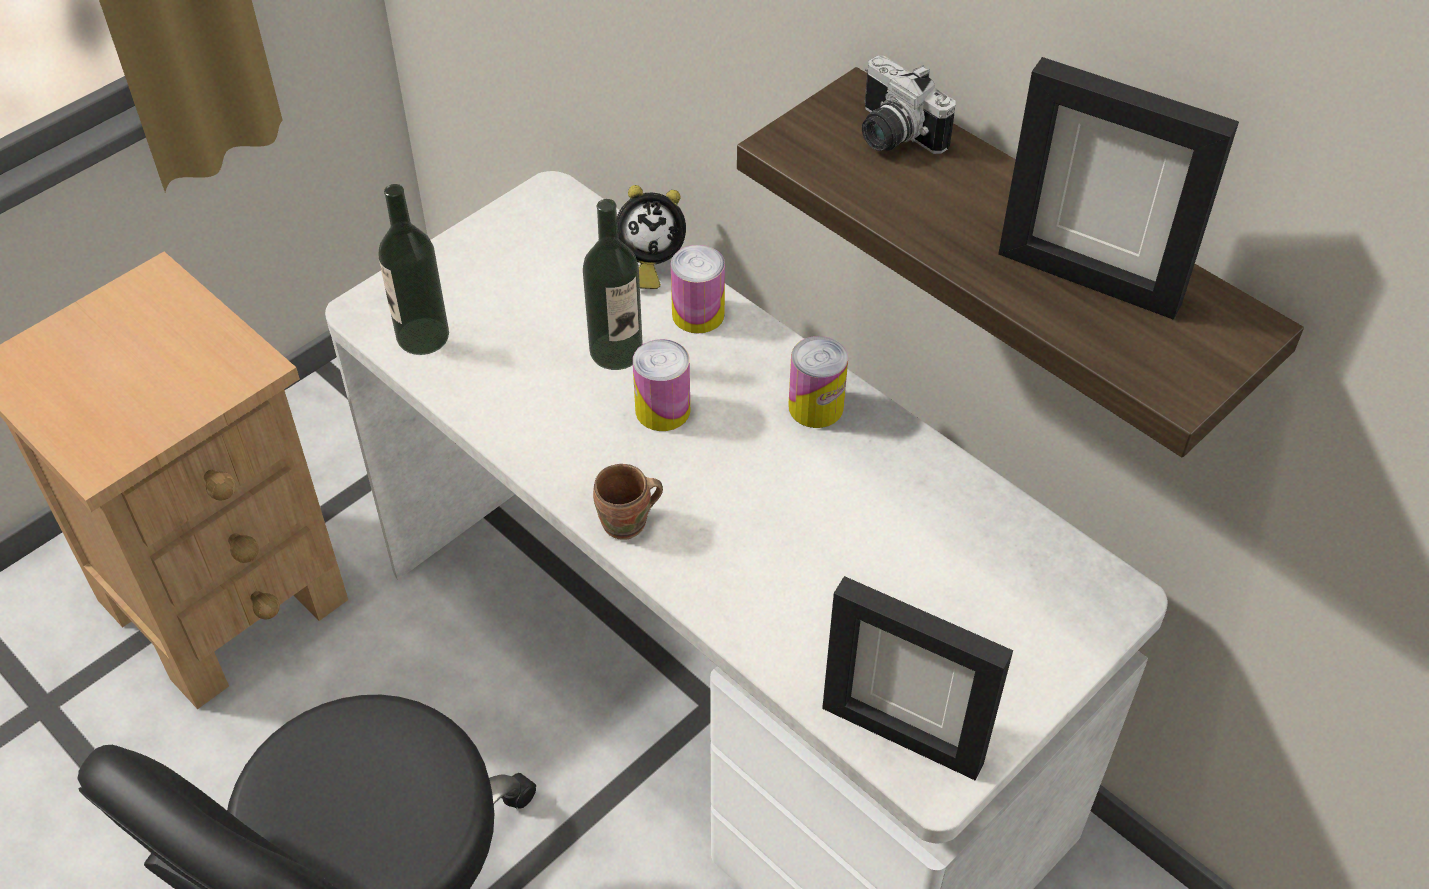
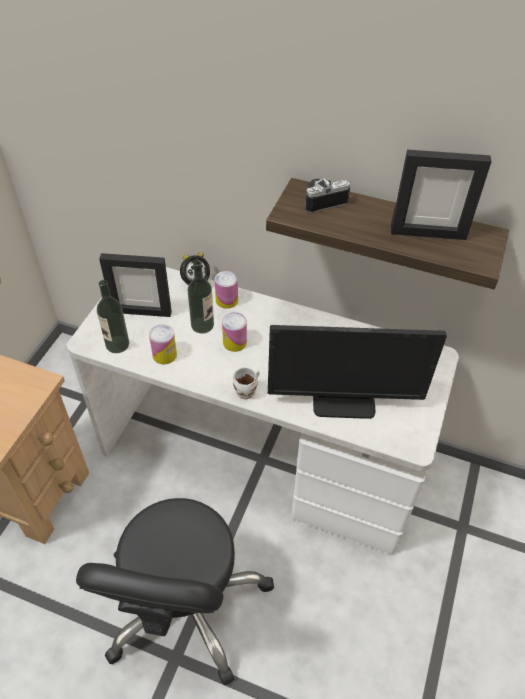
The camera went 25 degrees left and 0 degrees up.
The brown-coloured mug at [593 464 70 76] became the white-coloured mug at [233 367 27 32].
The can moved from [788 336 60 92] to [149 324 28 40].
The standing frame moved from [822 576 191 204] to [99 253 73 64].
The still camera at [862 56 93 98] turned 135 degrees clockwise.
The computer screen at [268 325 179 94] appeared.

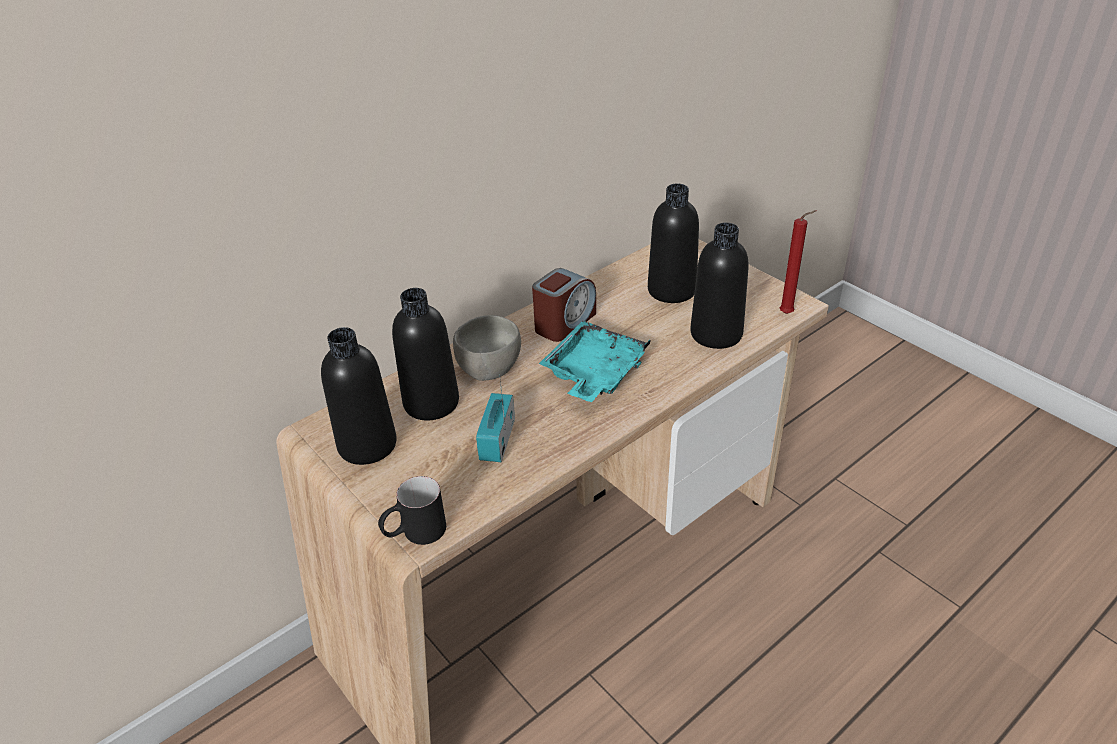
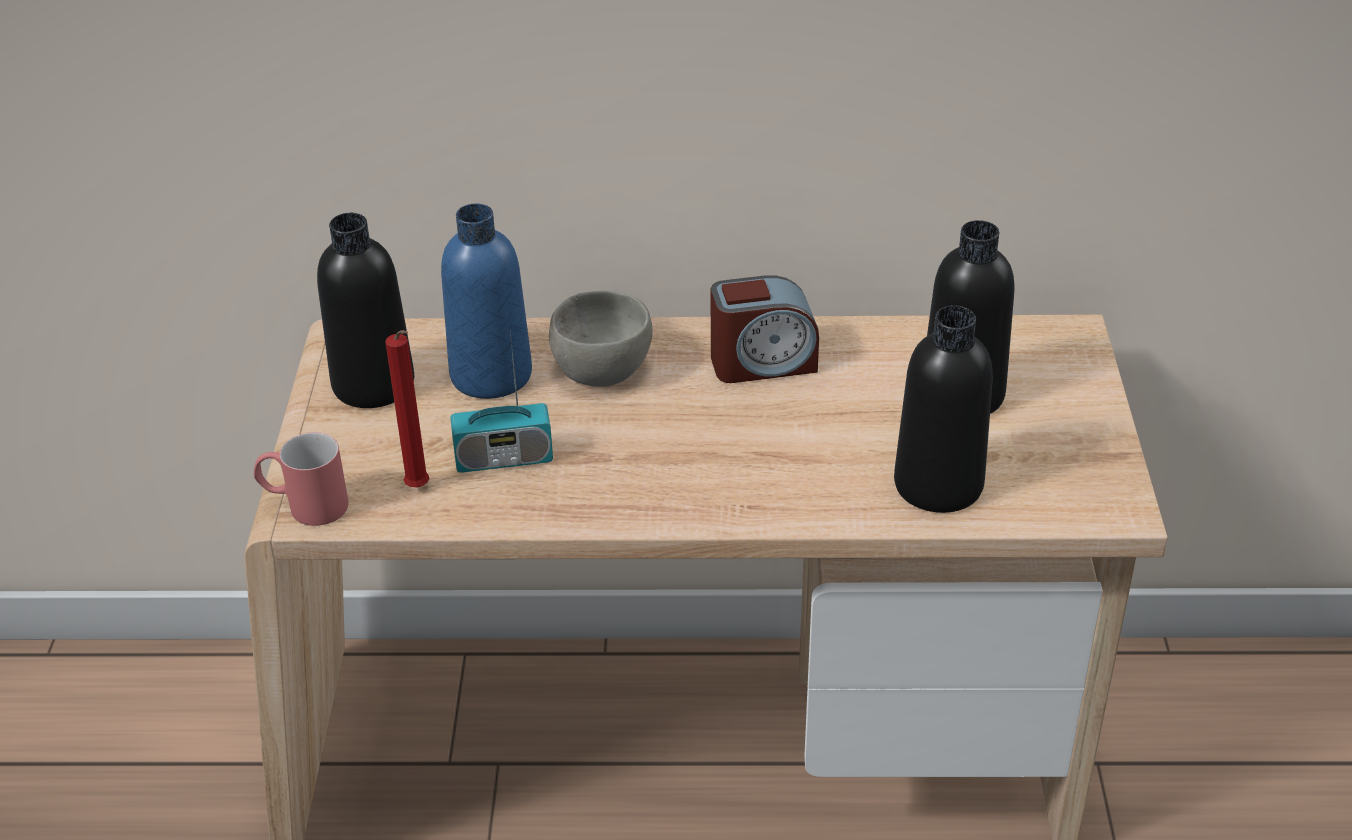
The camera went 40 degrees right and 0 degrees up.
The blackish mug at [378 476 68 69] became the reddish mug at [254 432 95 94].
The blackish beverage bottle at [392 288 67 132] became the blue-coloured beverage bottle at [441 204 91 195].
The radio at [476 374 39 88] turned 150 degrees counterclockwise.
The turquoise-coloured tray at [539 321 112 81] disappeared.
The reddish wax candle moved from [780 210 36 104] to [385 330 44 157].

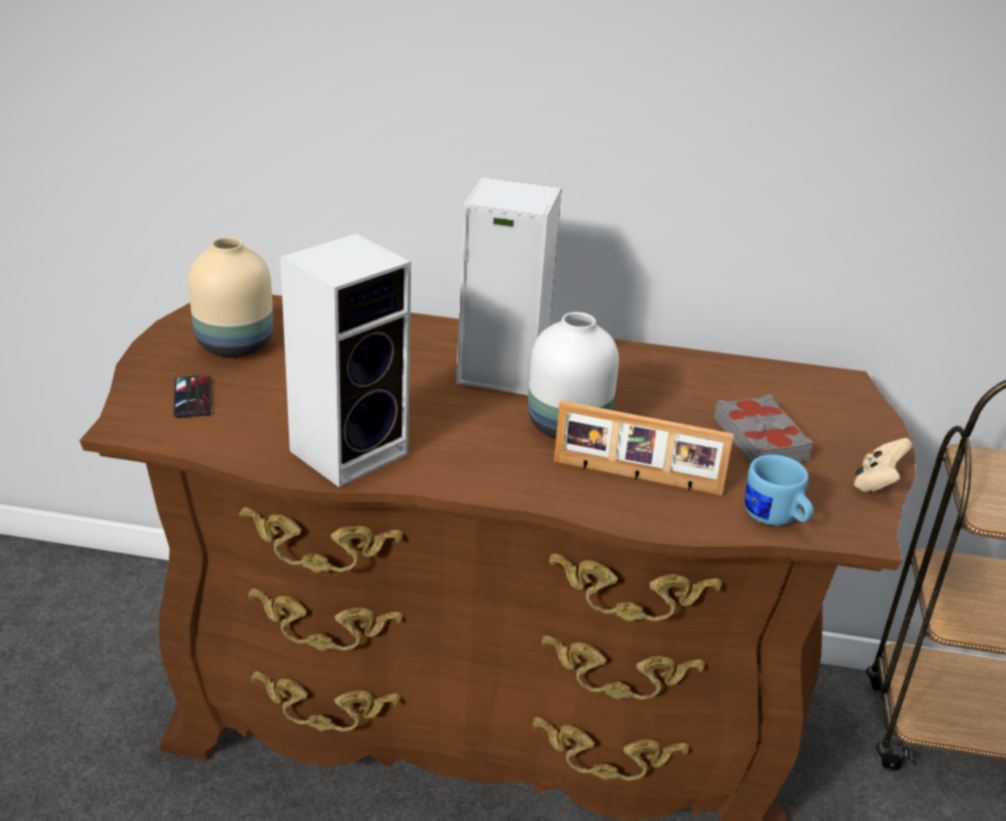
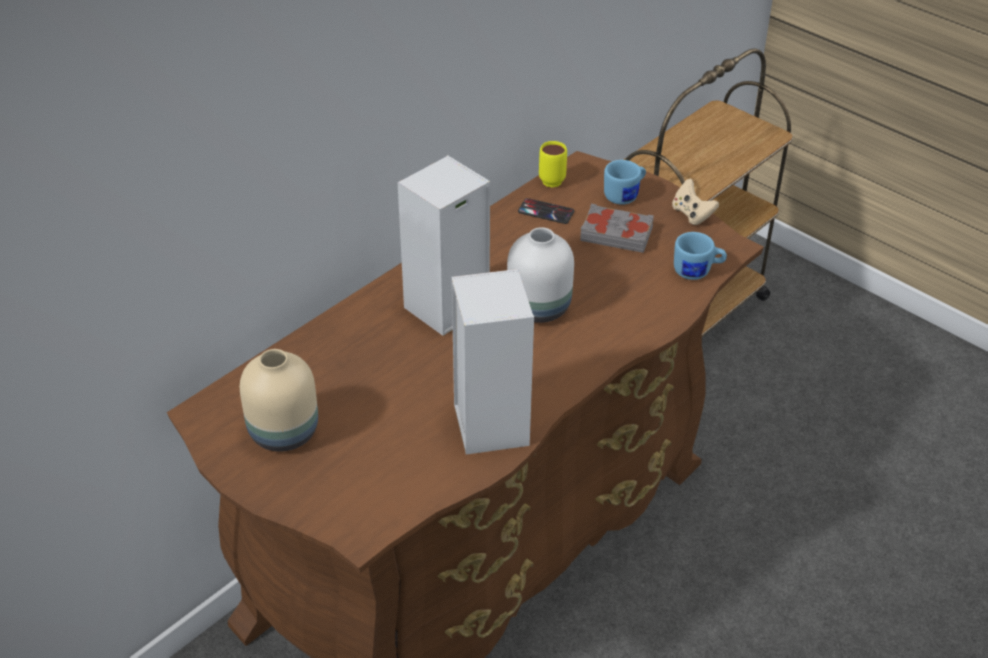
The camera went 55 degrees left and 10 degrees up.
The phone moved from [174 375 37 43] to [518 198 56 26].
The standing frame at [554 401 180 95] disappeared.
The yellow-coloured mug at [539 141 28 47] appeared.
The blue-coloured mug at [604 160 42 45] appeared.

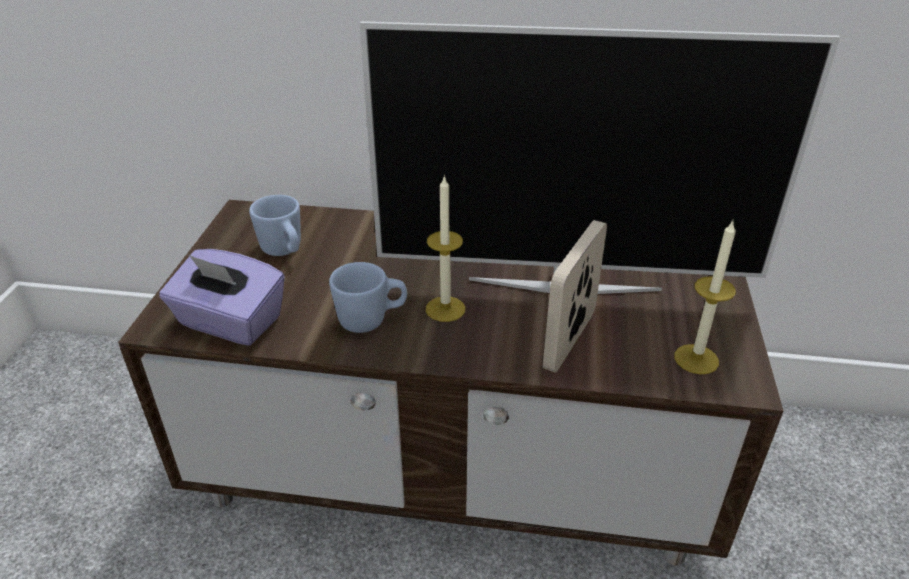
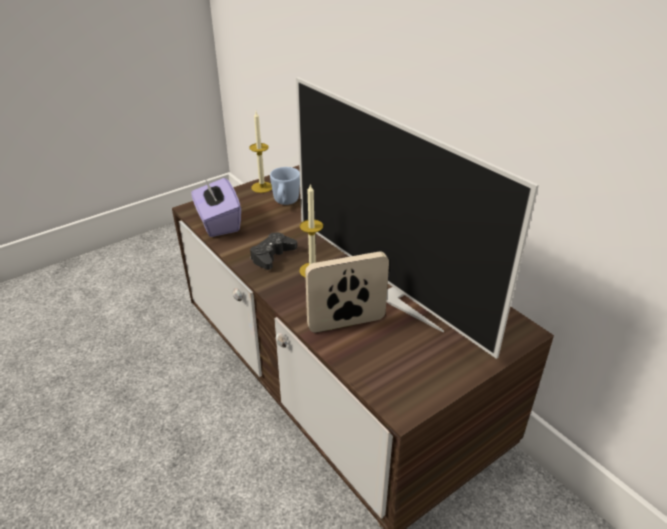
The camera went 45 degrees right and 0 degrees up.
The blue-coloured mug at [329 262 78 71] was replaced by the blackish joypad at [250 233 47 37].
The wax candle moved from [674 221 62 153] to [249 111 23 82].

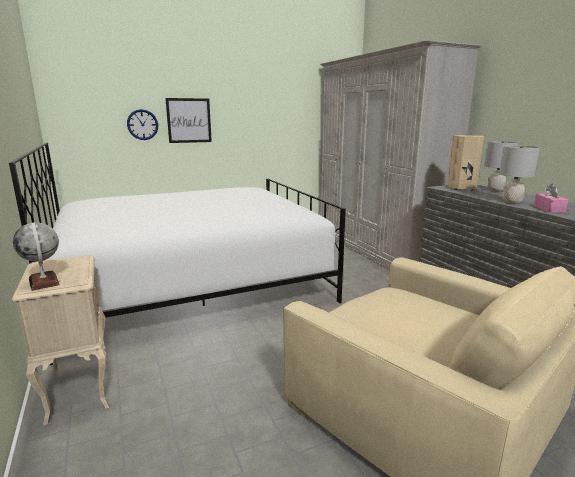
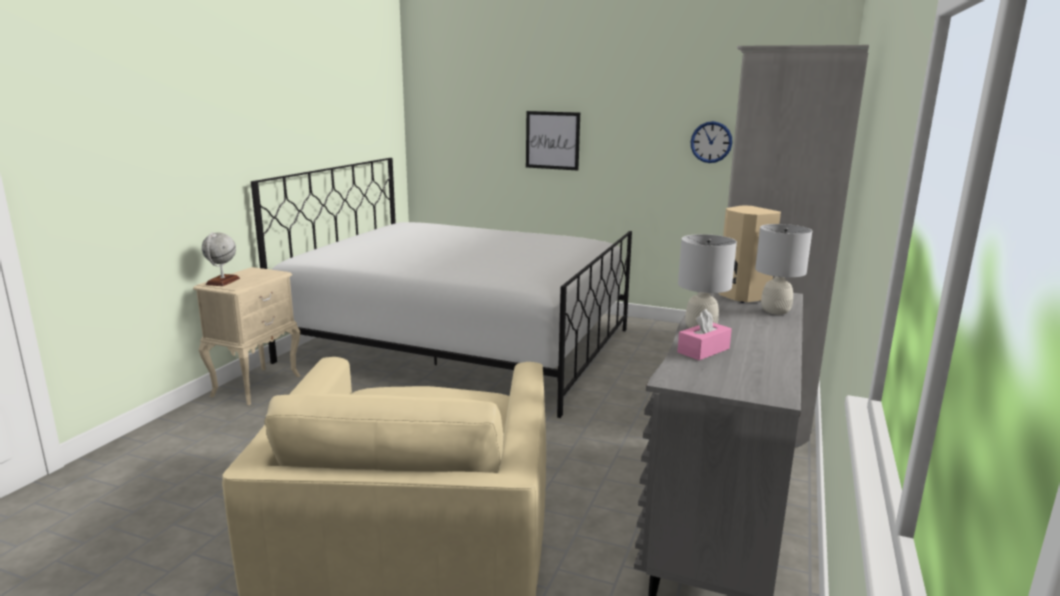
The camera went 45 degrees right and 0 degrees up.
The wall clock moved from [127 109 31 31] to [690 121 42 42].

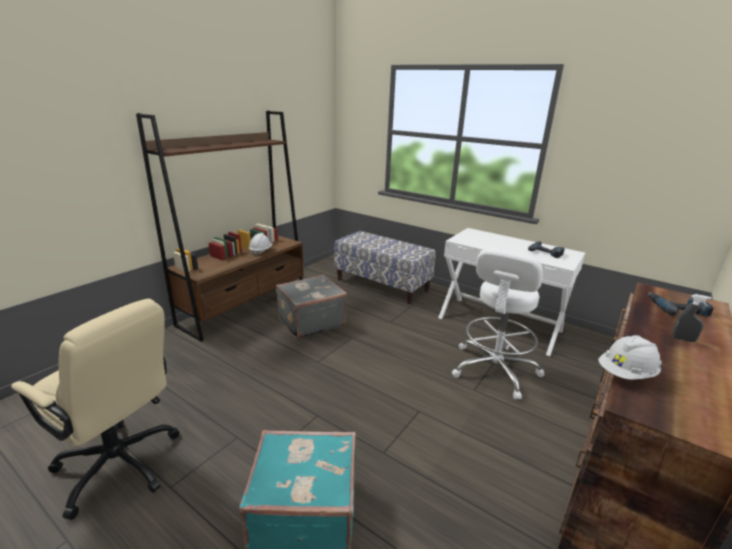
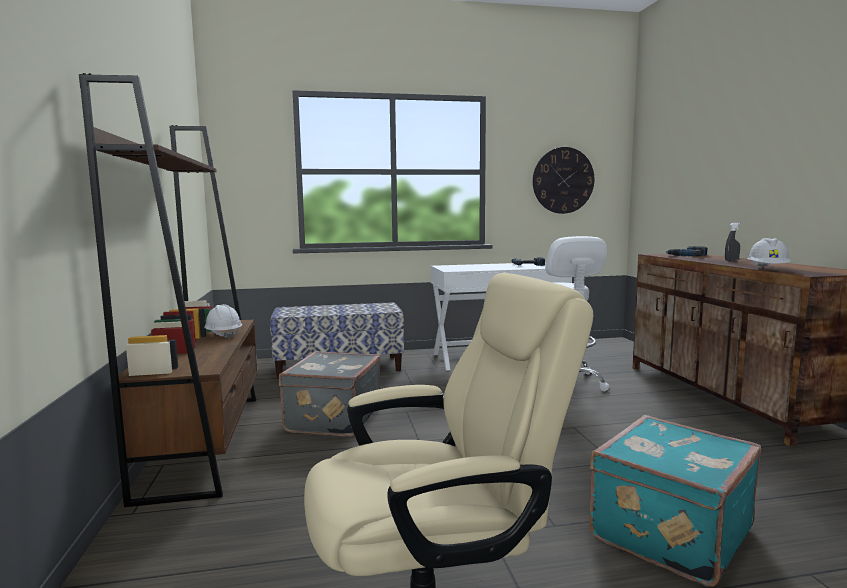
The camera went 45 degrees left and 15 degrees down.
The wall clock at [533 147 61 67] appeared.

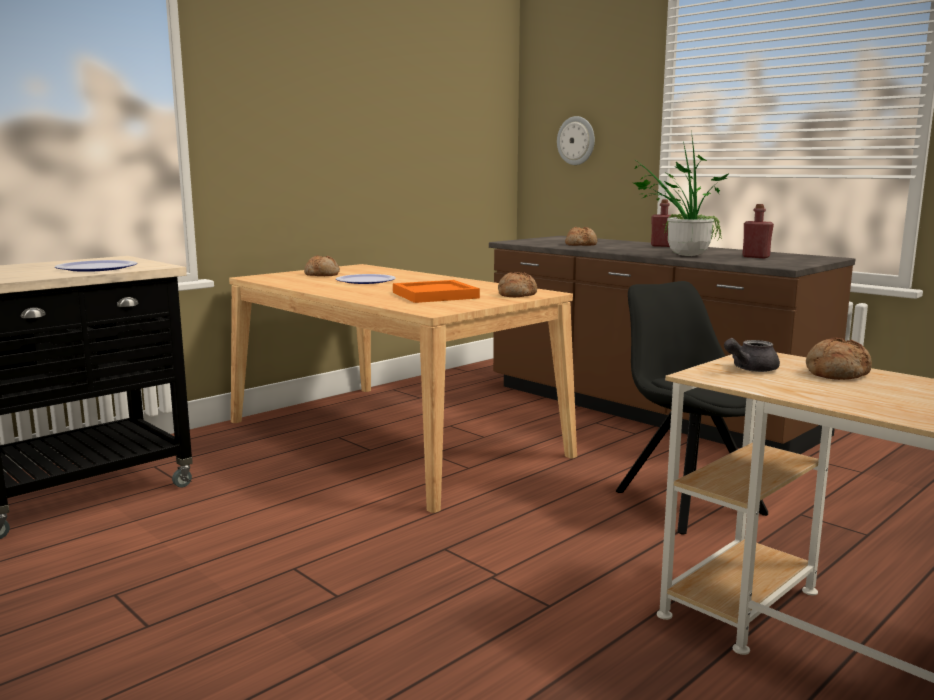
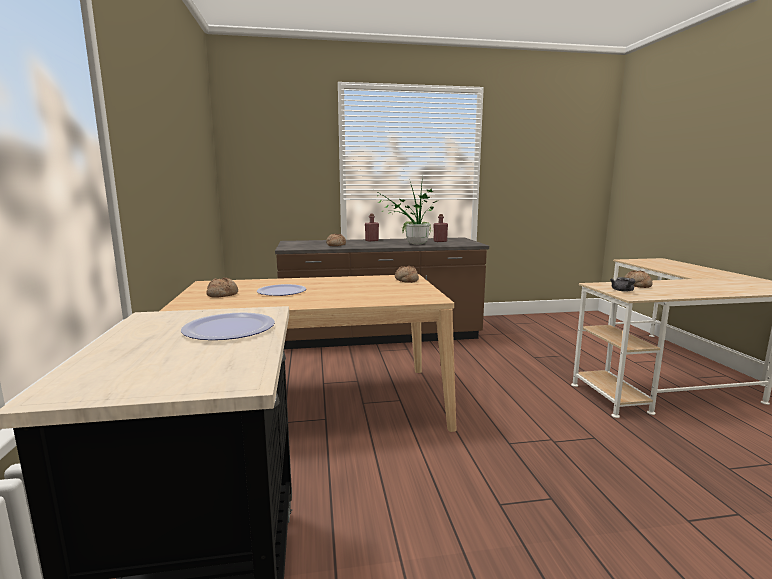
The camera went 55 degrees left and 0 degrees up.
The orange-coloured tray at [393 280 87 23] disappeared.
The wall clock at [557 116 38 49] disappeared.
The blackish plain chair at [616 281 152 254] disappeared.

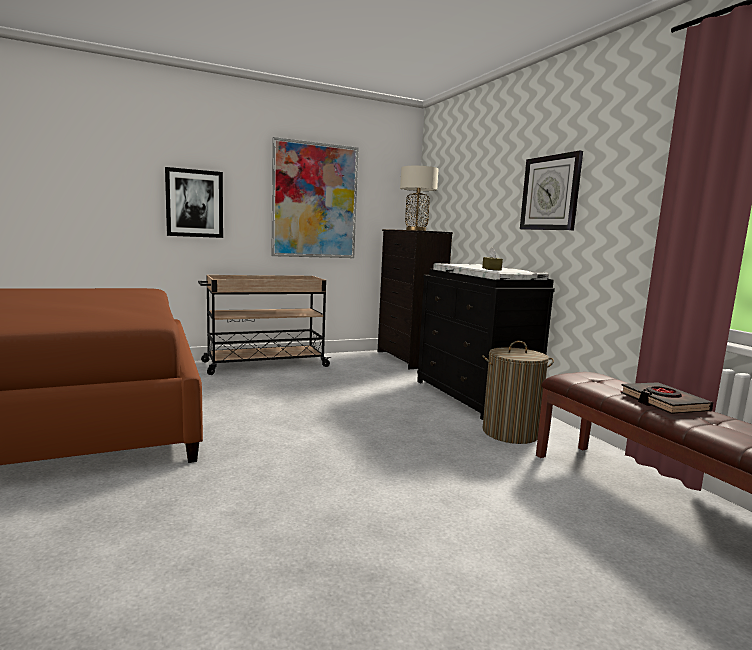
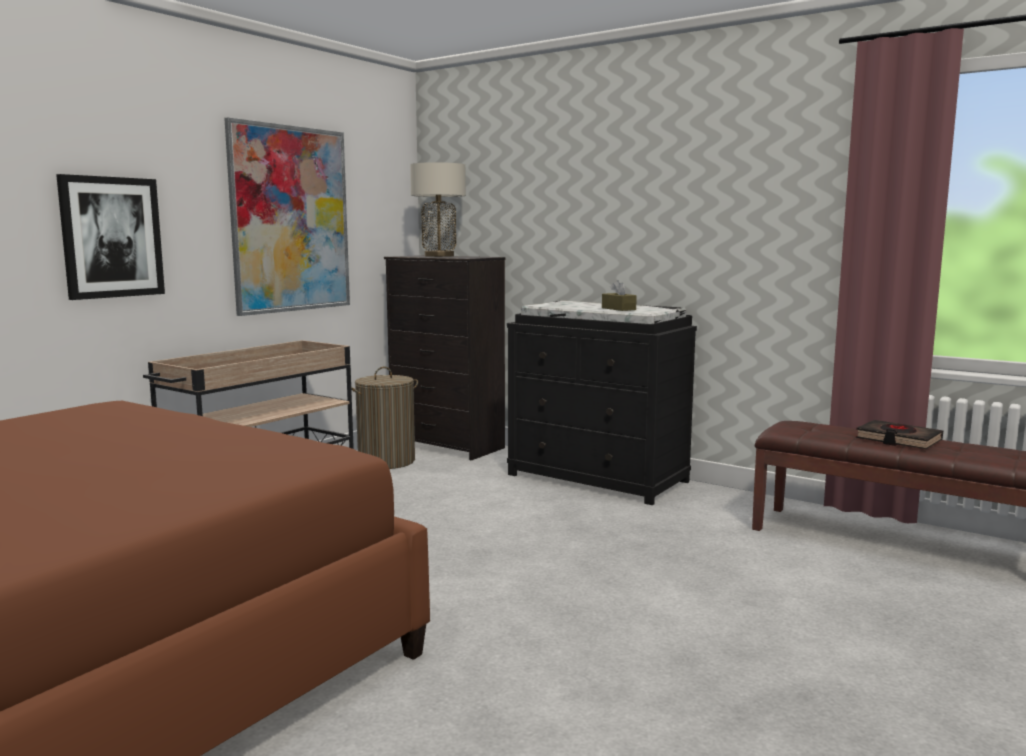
The camera went 30 degrees left and 0 degrees up.
The hamper moved from [483 341 71 103] to [351 367 67 102].
The wall clock at [520 151 63 79] disappeared.

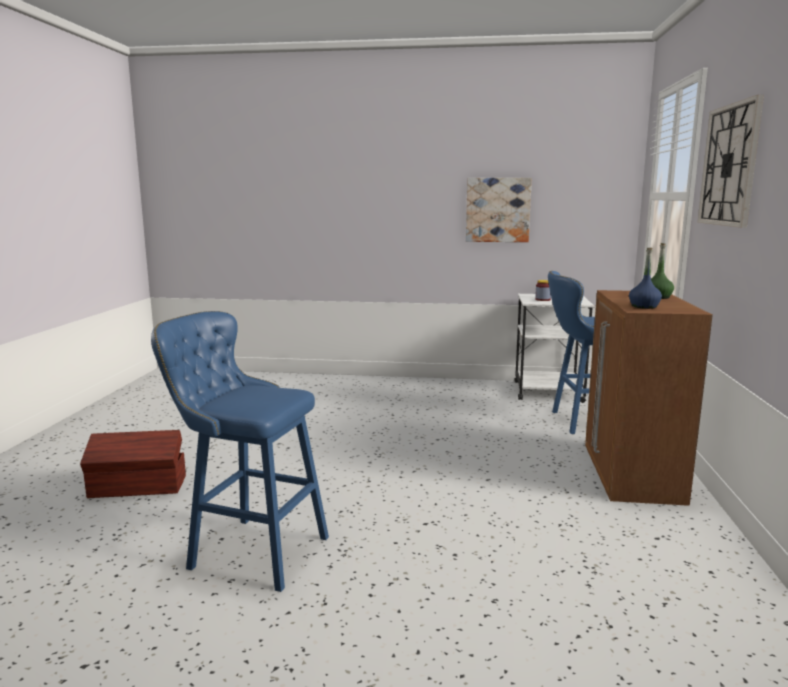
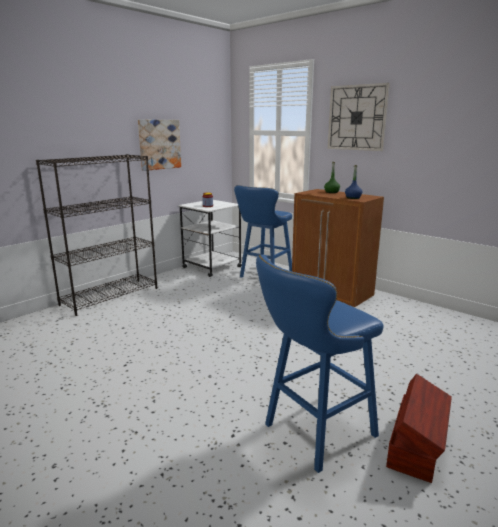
The camera went 55 degrees left and 5 degrees up.
The brown-coloured storage bin moved from [80 430 106 68] to [386 374 66 109].
The blackish bookcase at [36 154 121 162] appeared.

